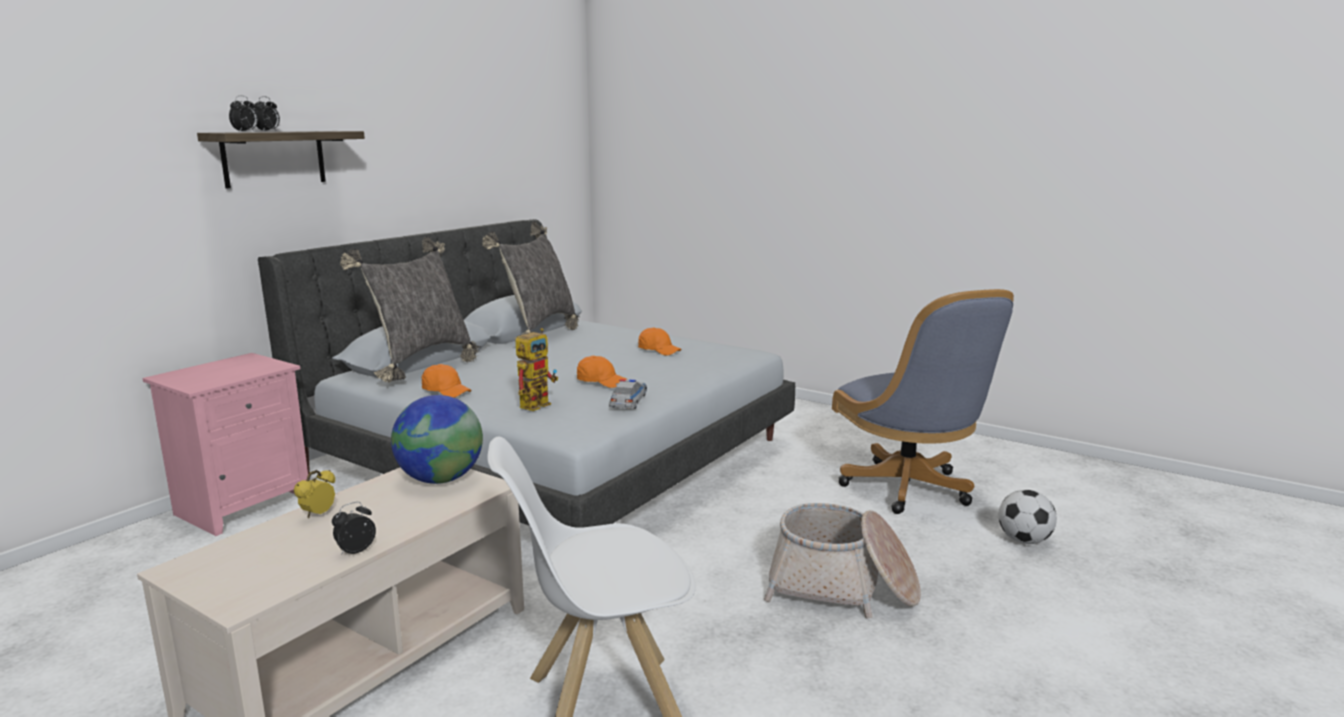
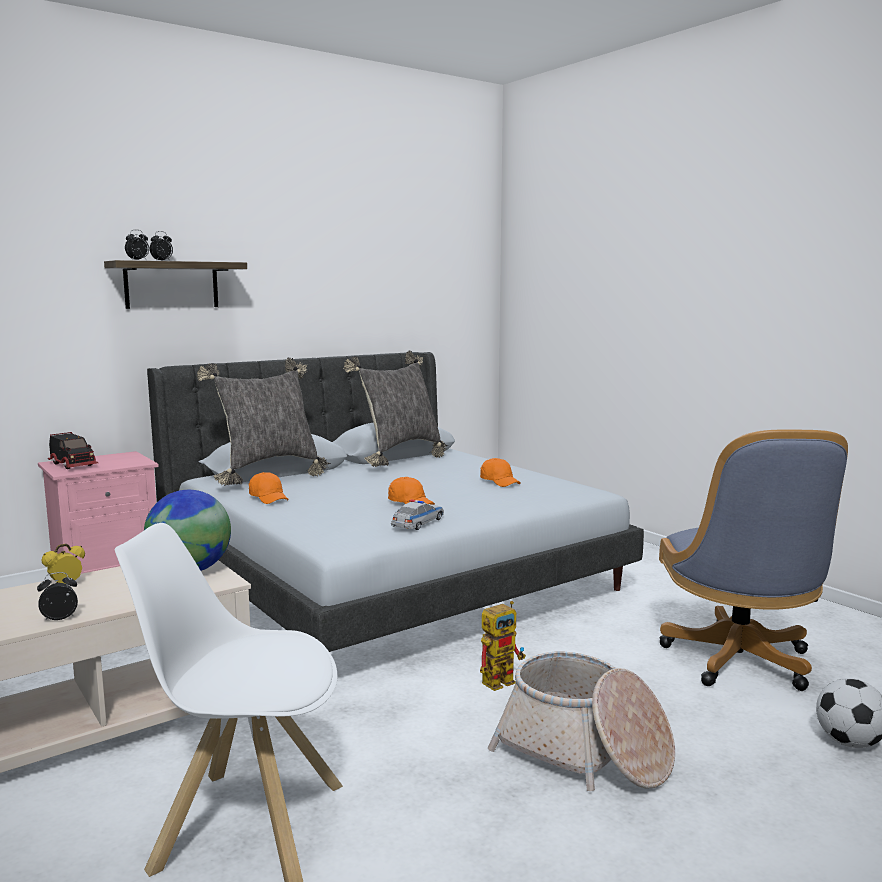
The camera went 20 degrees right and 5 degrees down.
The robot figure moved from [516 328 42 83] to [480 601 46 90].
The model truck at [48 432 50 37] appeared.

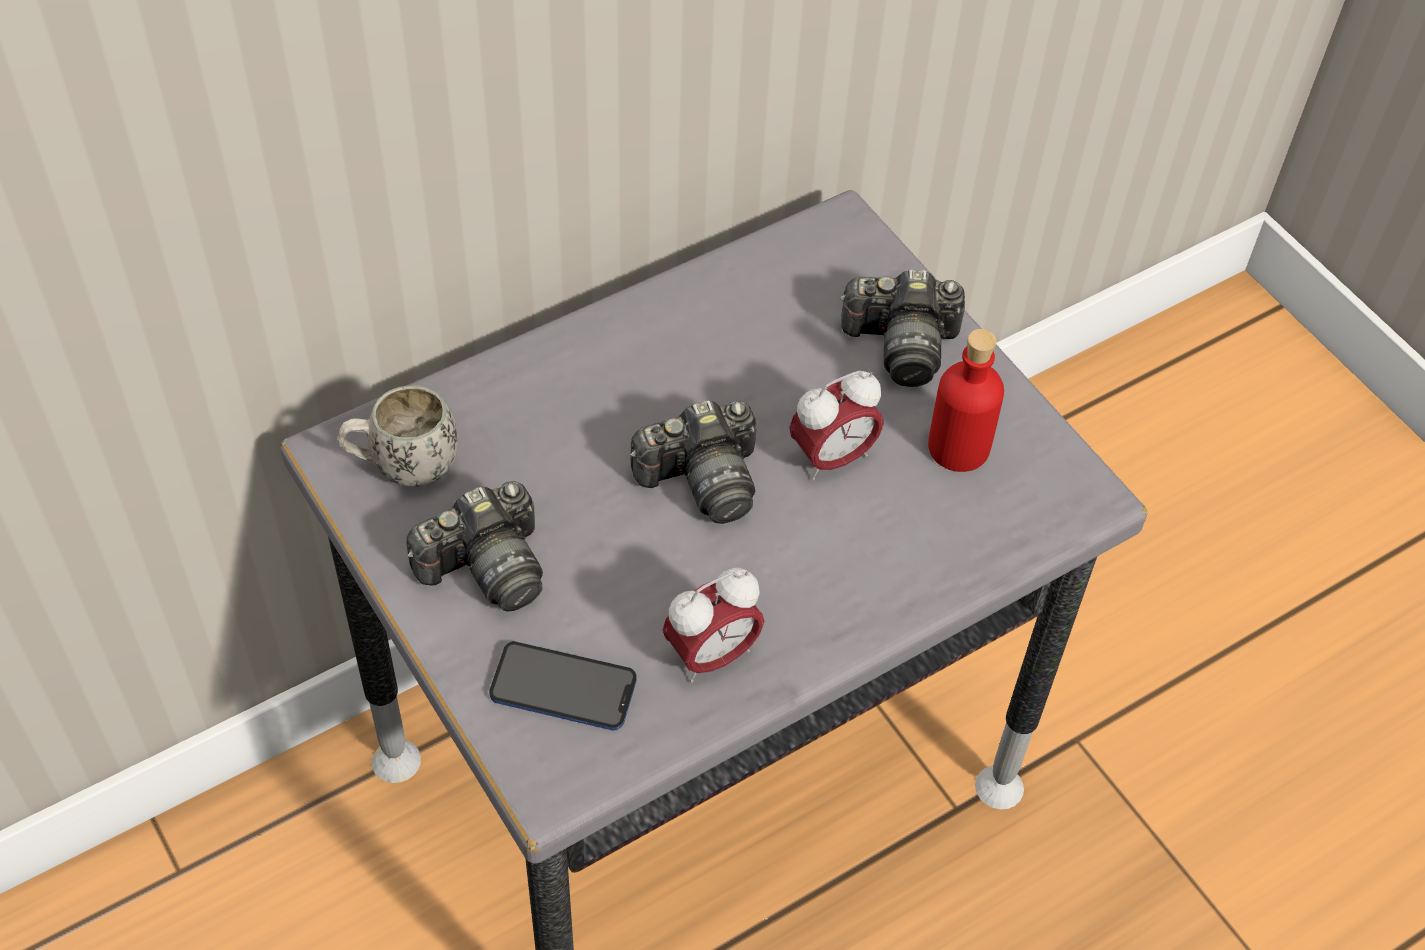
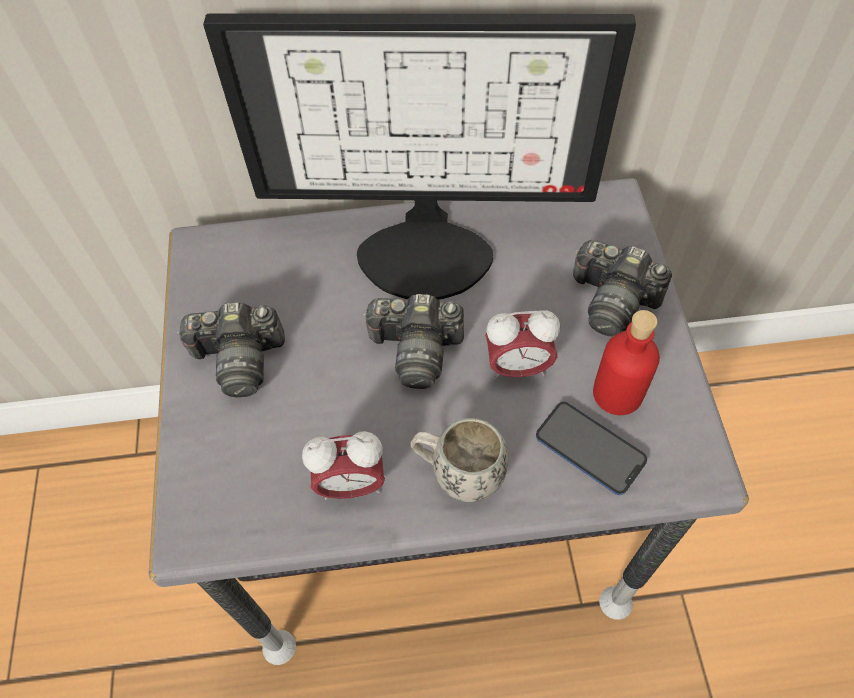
The camera went 30 degrees right and 5 degrees up.
The white-coloured mug moved from [337 385 121 102] to [411 418 97 84].
The phone moved from [489 641 148 90] to [536 401 111 94].
The computer screen at [203 14 433 286] appeared.

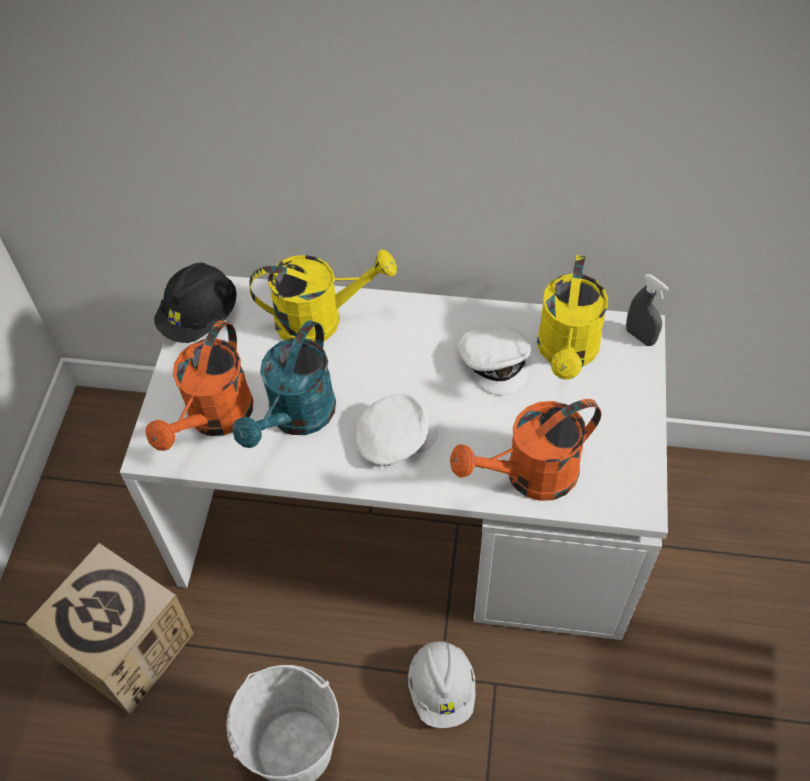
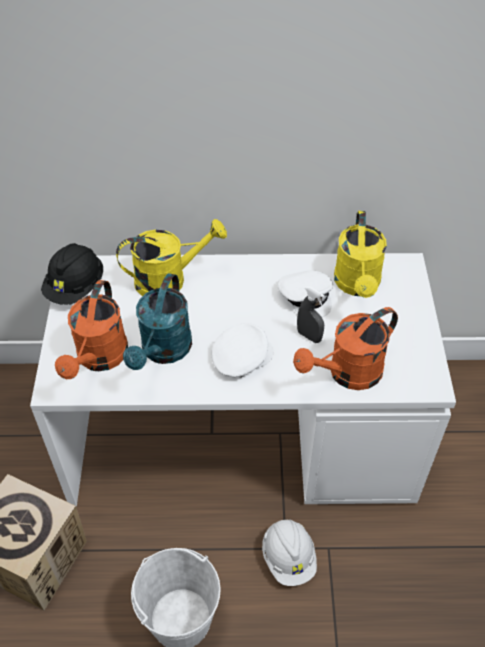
The camera went 10 degrees left and 5 degrees down.
The grey hand sprayer moved from [626 274 43 72] to [297 286 28 57].

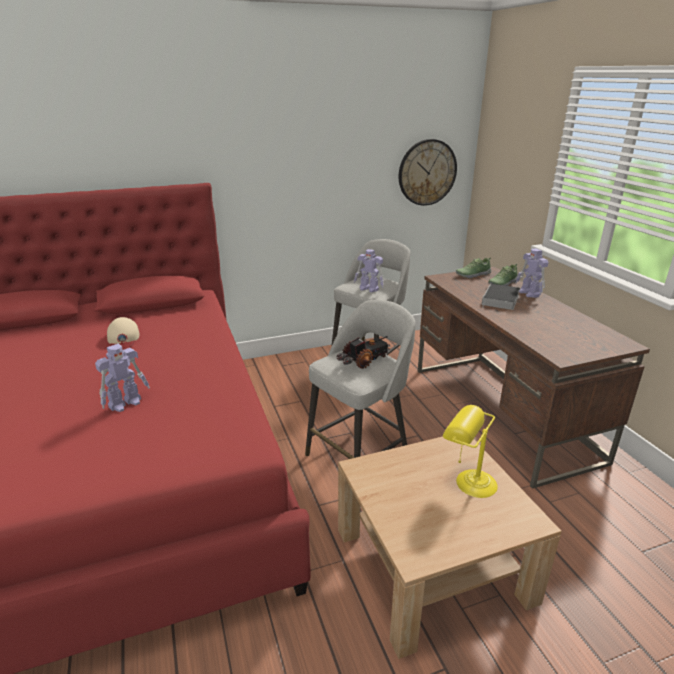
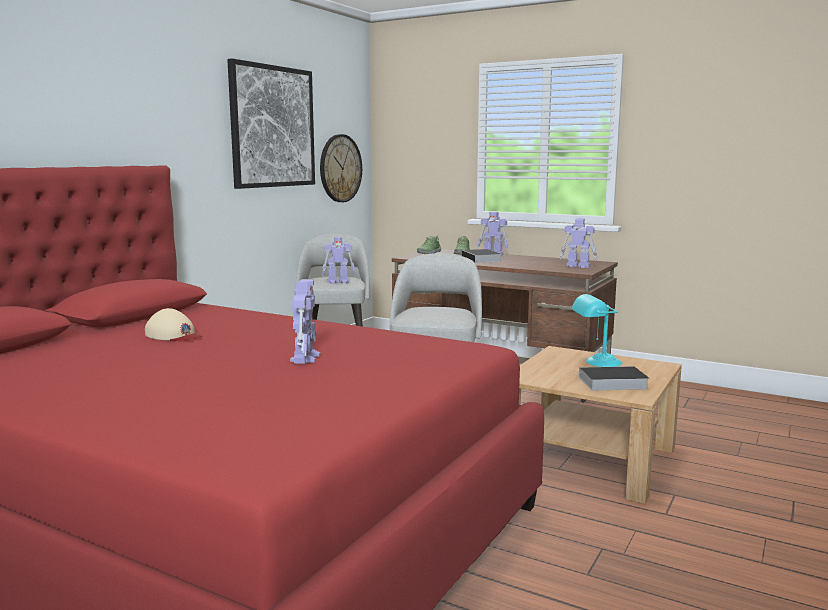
The camera went 40 degrees left and 15 degrees down.
The model truck at [336 336 55 33] disappeared.
The yellow-coloured tabletop lamp at [443 405 55 93] became the turquoise-coloured tabletop lamp at [572 294 50 73].
The wall picture at [227 58 88 131] appeared.
The robot figure at [560 218 37 50] appeared.
The bound book at [570 366 80 25] appeared.

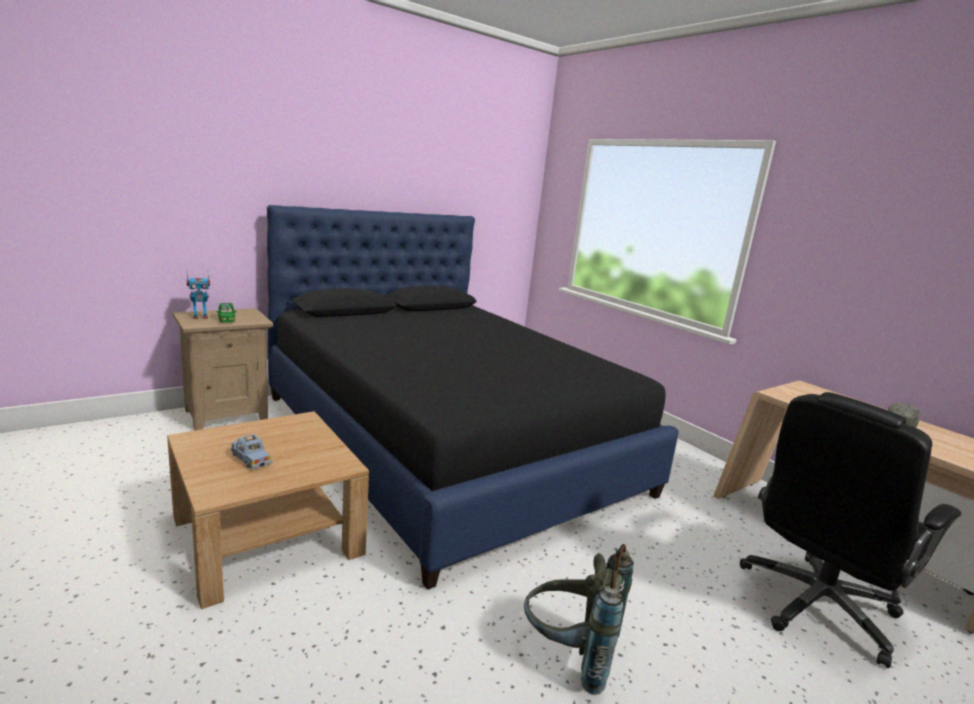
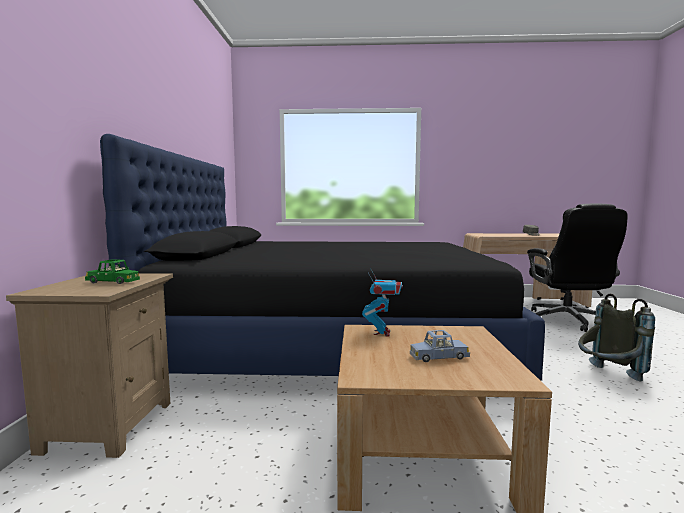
The camera went 50 degrees left and 10 degrees down.
The robot figure moved from [187 275 23 44] to [362 270 41 67].

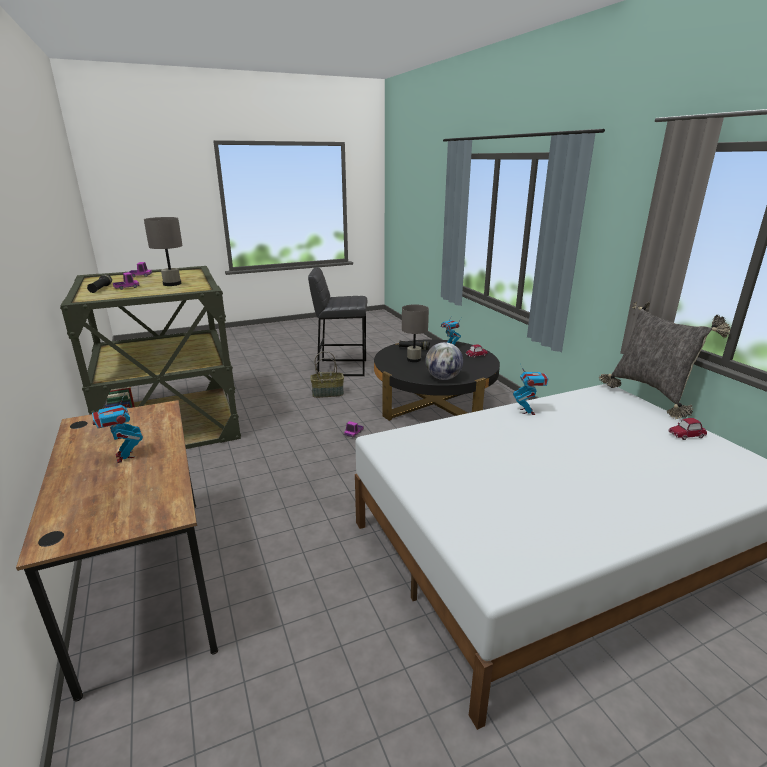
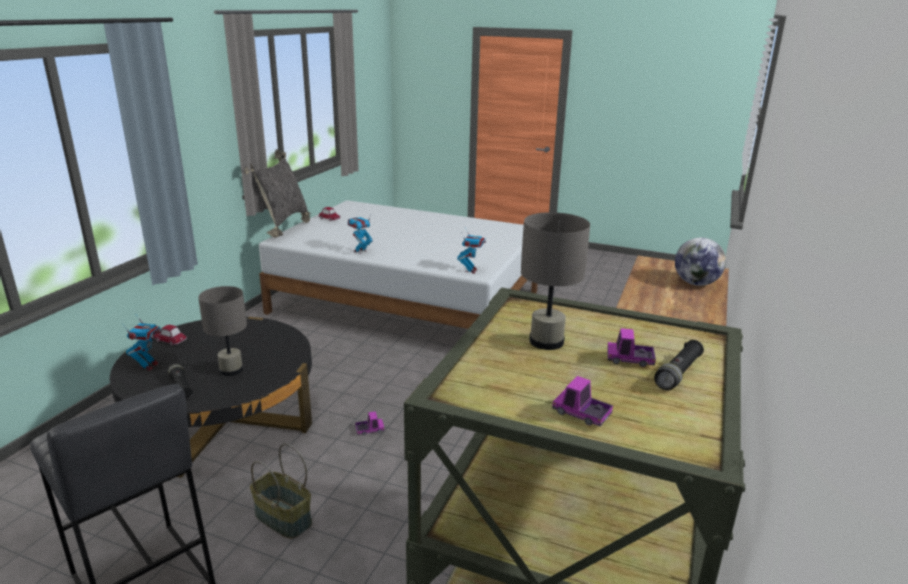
The camera went 135 degrees left and 0 degrees up.
The robot figure moved from [92 393 51 70] to [457 227 29 47].
The world globe moved from [425 342 38 38] to [675 238 51 48].

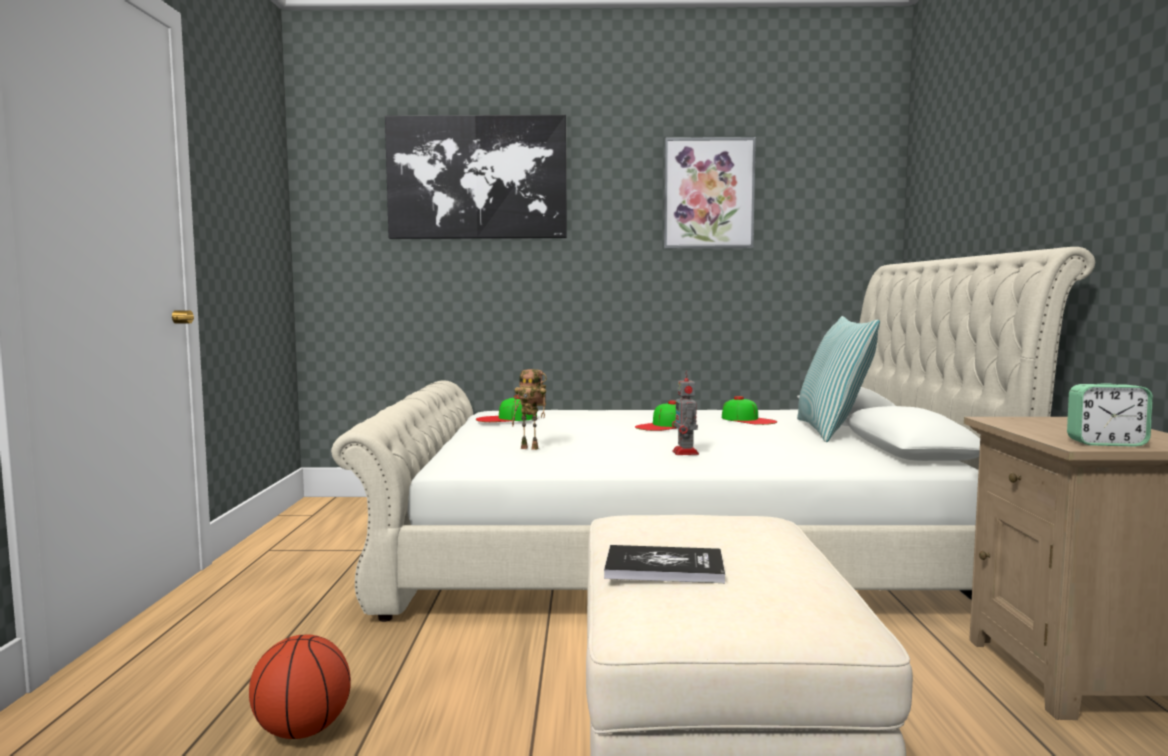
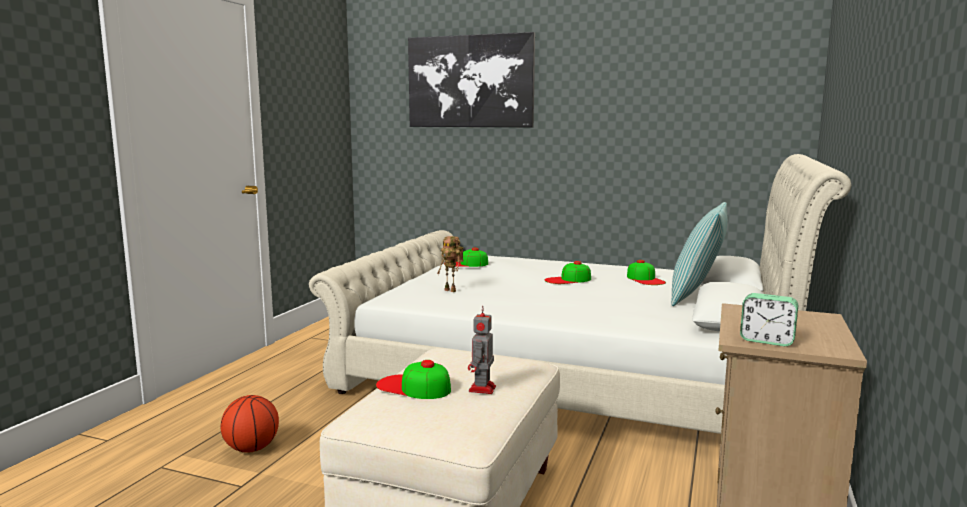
The camera went 20 degrees right and 5 degrees up.
The bound book at [604 545 121 38] was replaced by the baseball cap at [376 360 75 39].
The wall picture at [664 137 92 112] disappeared.
The robot figure moved from [672 371 27 84] to [468 306 28 88].

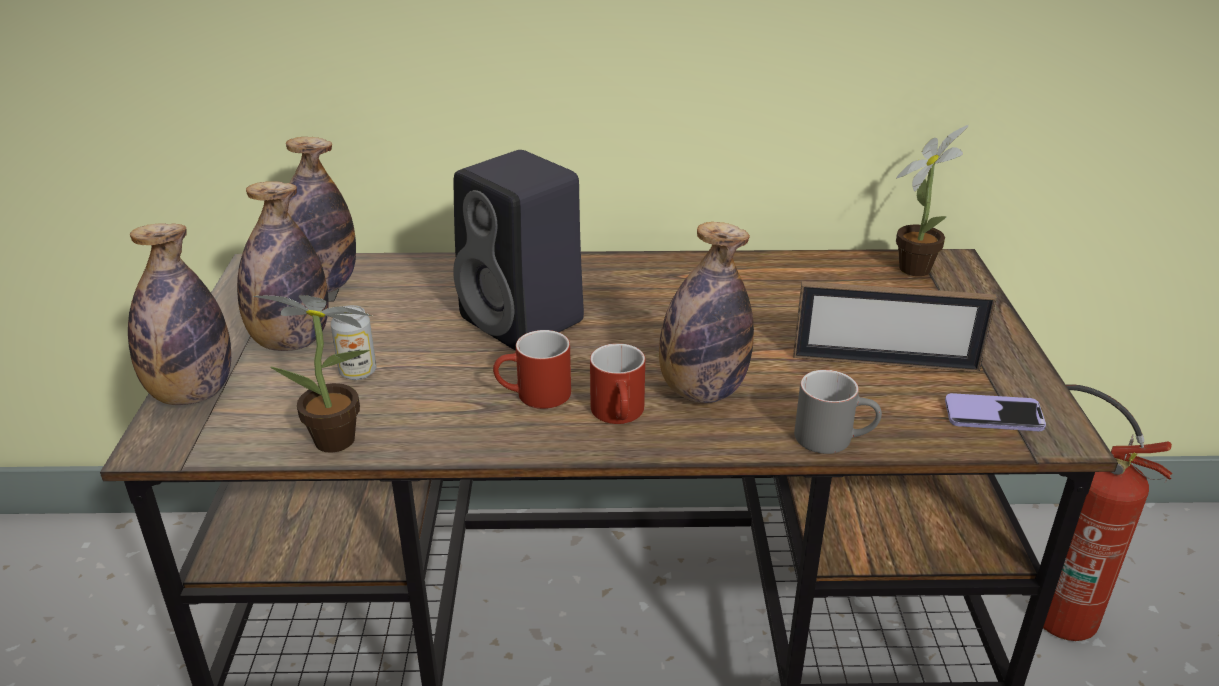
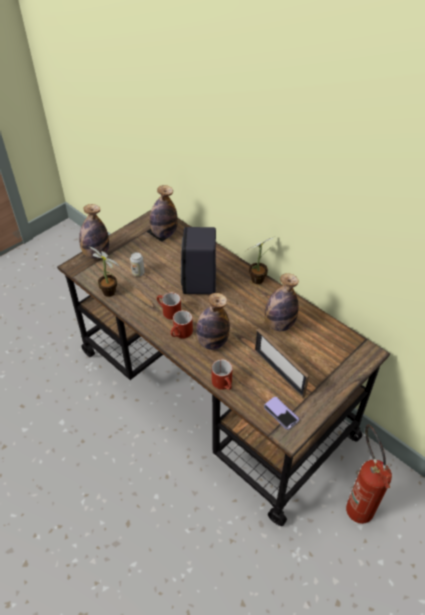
The camera went 45 degrees right and 15 degrees up.
The beverage bottle moved from [237 181 92 170] to [264 273 35 58].
The grey mug at [794 370 88 84] became the reddish mug at [212 359 20 31].
The plant in a pot moved from [896 125 73 151] to [247 238 27 46].

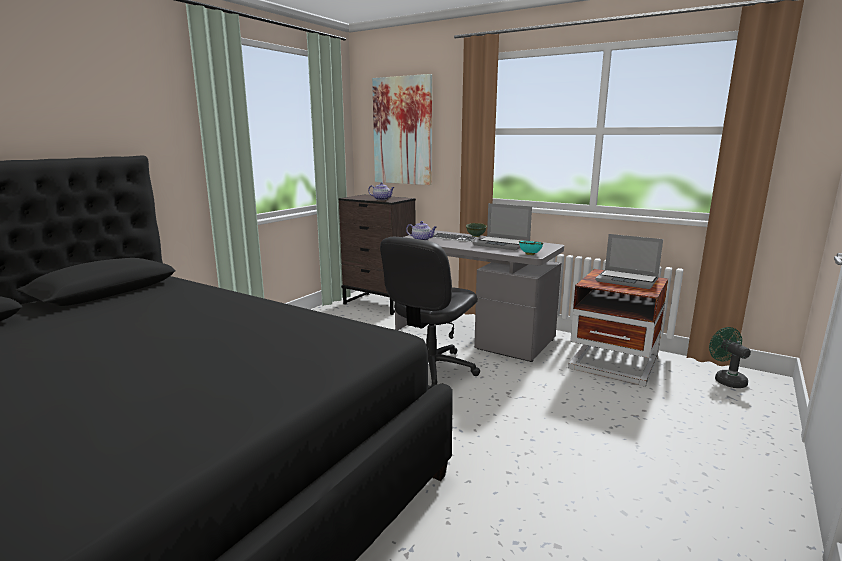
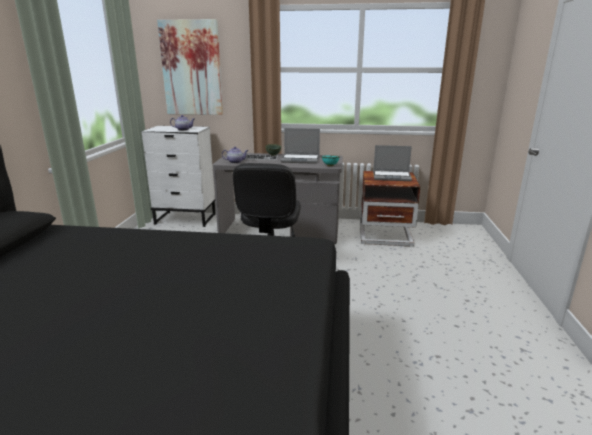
The camera went 25 degrees left and 5 degrees up.
The brown-coloured dresser at [338 195 78 120] became the white-coloured dresser at [141 126 75 101].
The green cooling fan at [709 327 42 61] disappeared.

